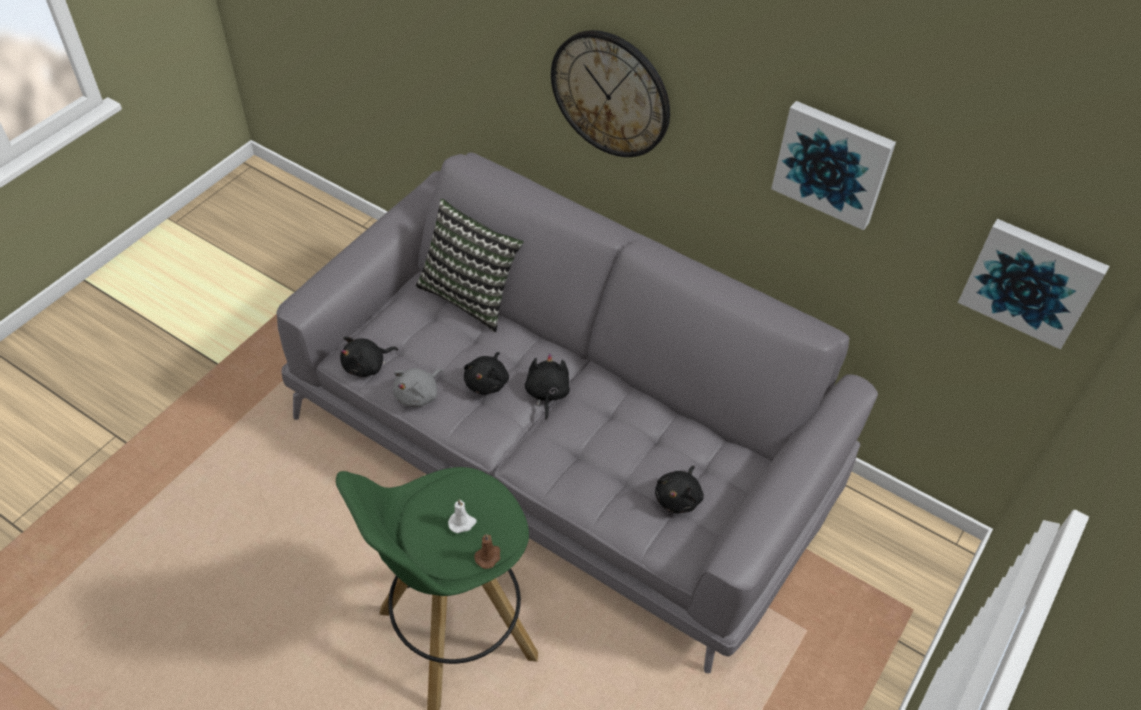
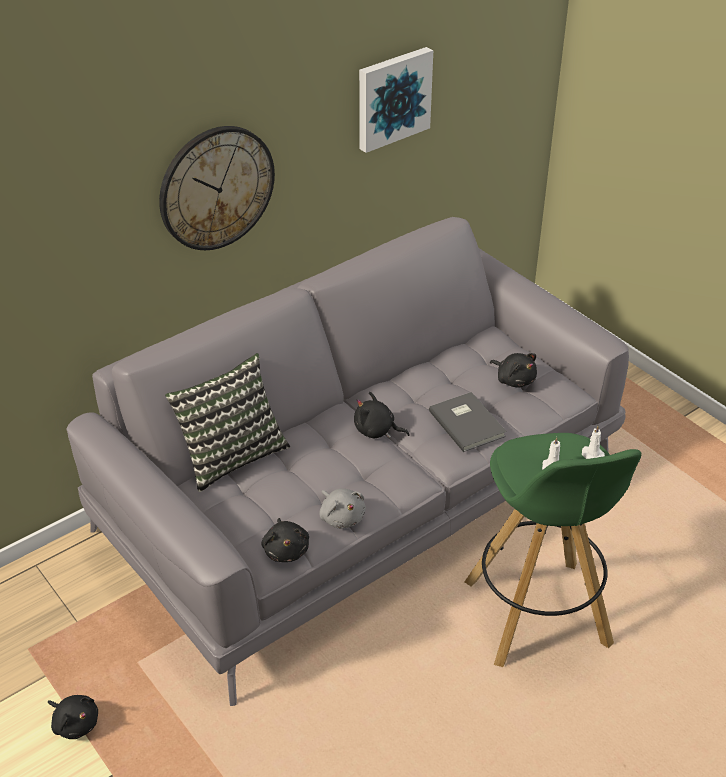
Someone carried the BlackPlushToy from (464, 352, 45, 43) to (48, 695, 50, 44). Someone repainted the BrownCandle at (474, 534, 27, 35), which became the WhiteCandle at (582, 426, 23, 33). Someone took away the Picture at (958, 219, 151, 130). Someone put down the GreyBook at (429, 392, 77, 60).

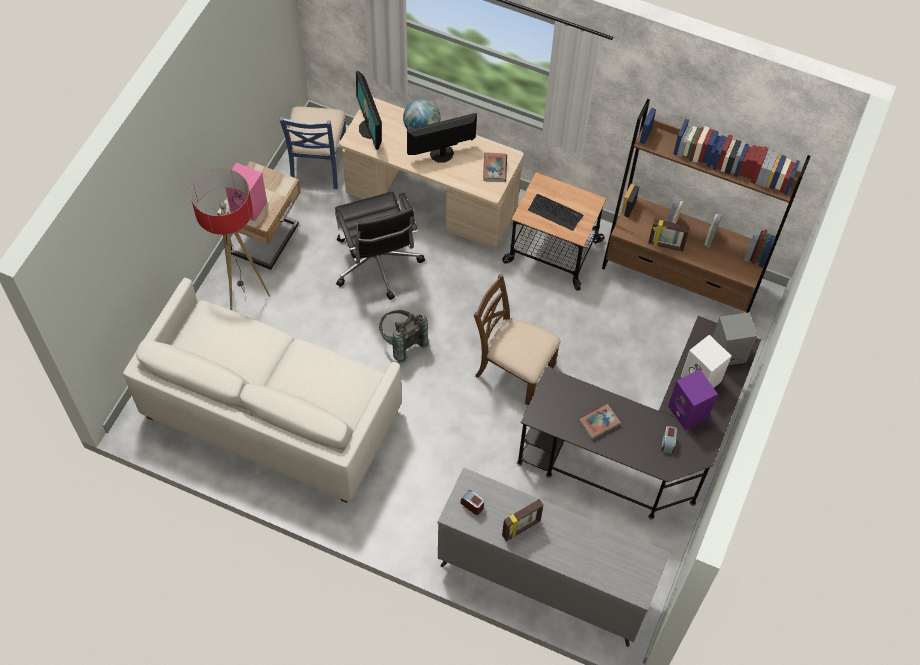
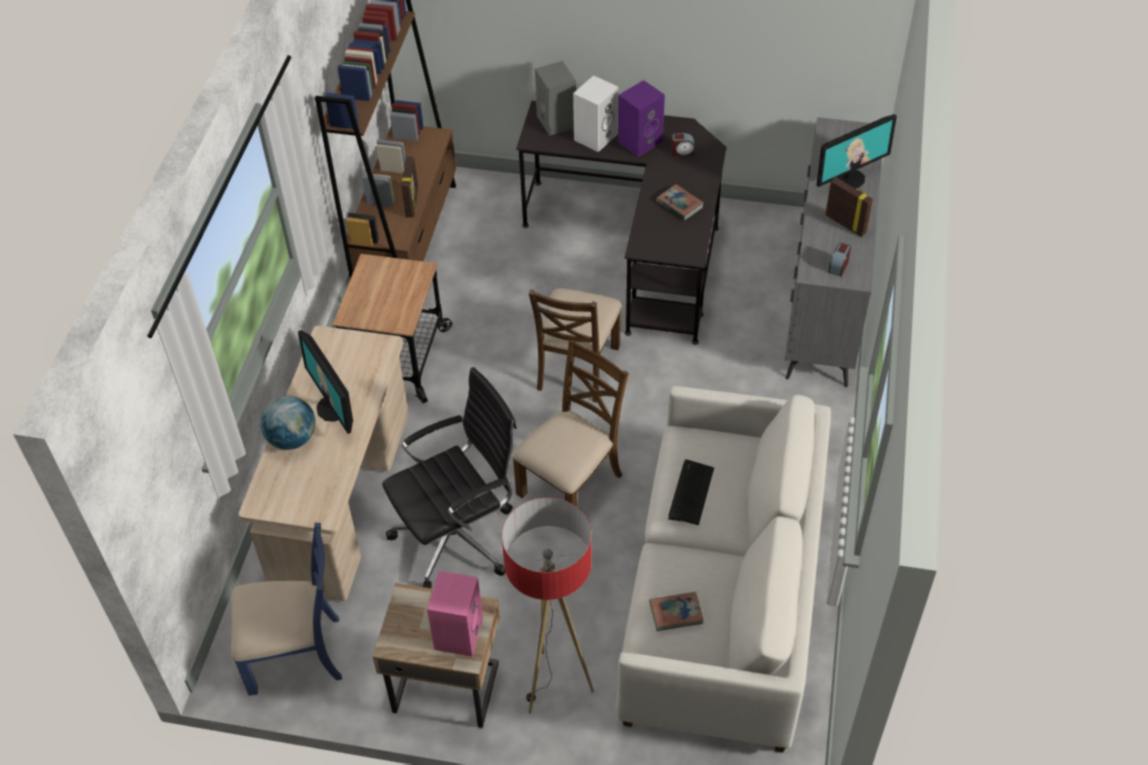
Someone carried the Monitor from (356, 71, 26, 79) to (817, 114, 80, 74). Someone swapped the GreyBackpack at (379, 310, 51, 53) for the BrownChair at (512, 340, 117, 166). Someone carried the Book from (483, 152, 24, 30) to (649, 592, 55, 39). Someone carried the Keyboard from (528, 194, 56, 37) to (668, 459, 46, 66).

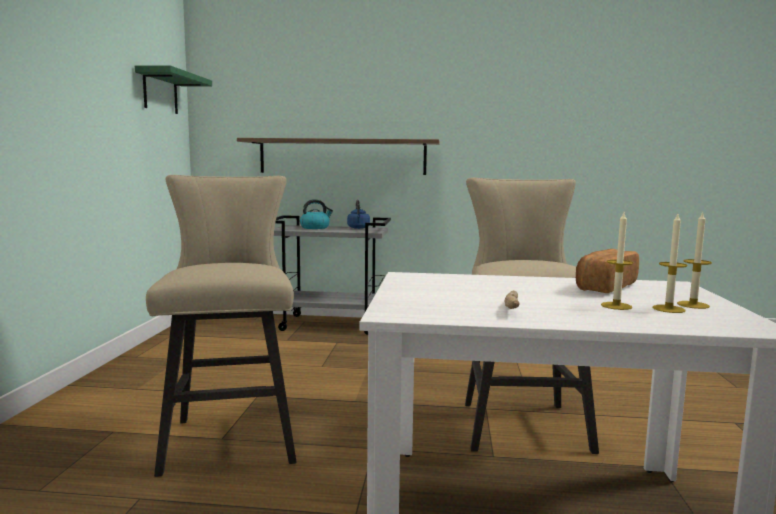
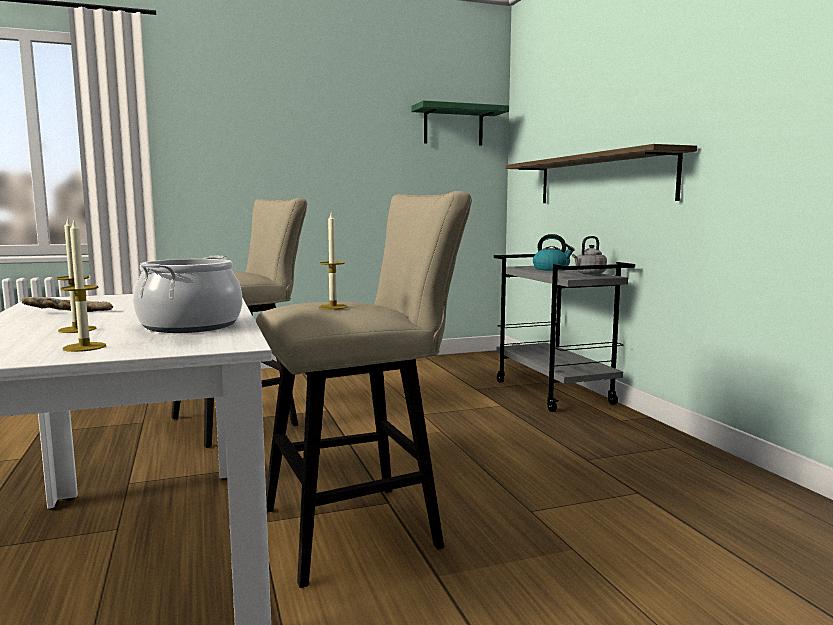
Someone repainted the BlueKettle at (347, 200, 23, 29), which became the GreyKettle at (572, 236, 35, 39). Someone swapped the Bread at (576, 249, 63, 44) for the CookingPot at (133, 256, 109, 77). Someone carried the Candle from (652, 214, 35, 99) to (319, 213, 29, 97).

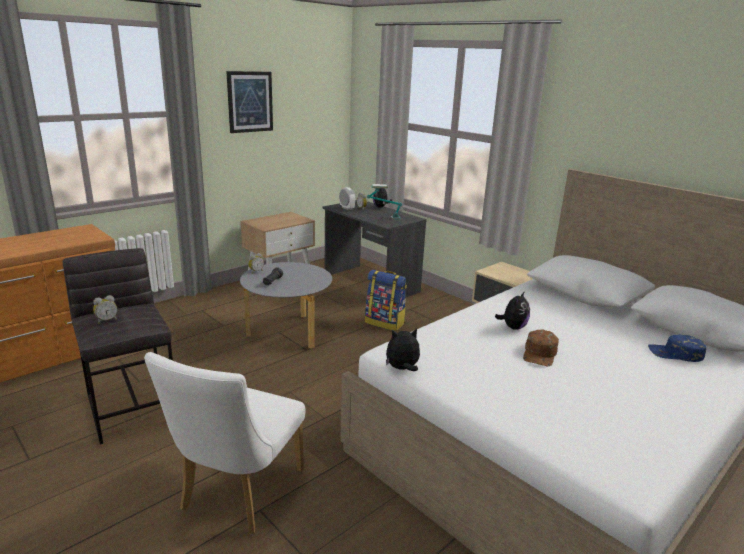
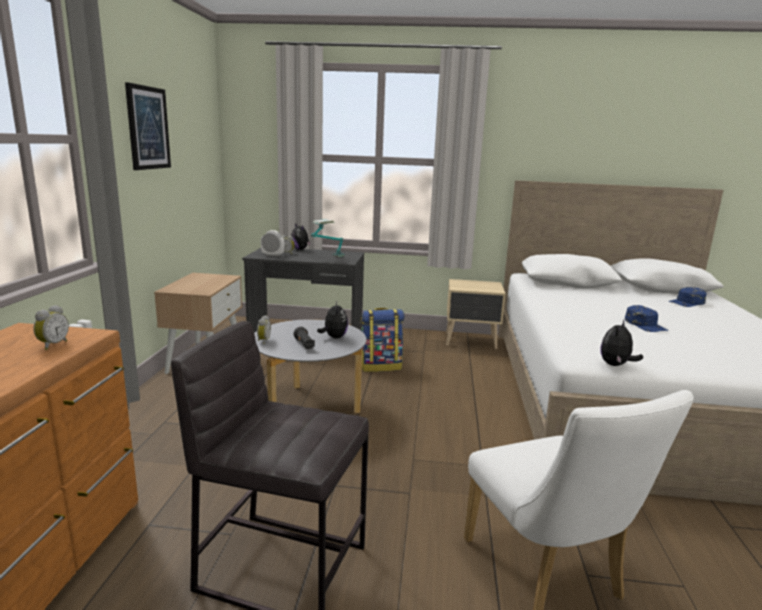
Someone carried the AlarmClock from (93, 295, 24, 29) to (33, 305, 36, 45). Someone carried the PlushToy from (495, 291, 35, 39) to (317, 301, 31, 37). Someone repainted the BrownCap at (523, 330, 36, 36), which became the BlueCap at (625, 305, 44, 27).

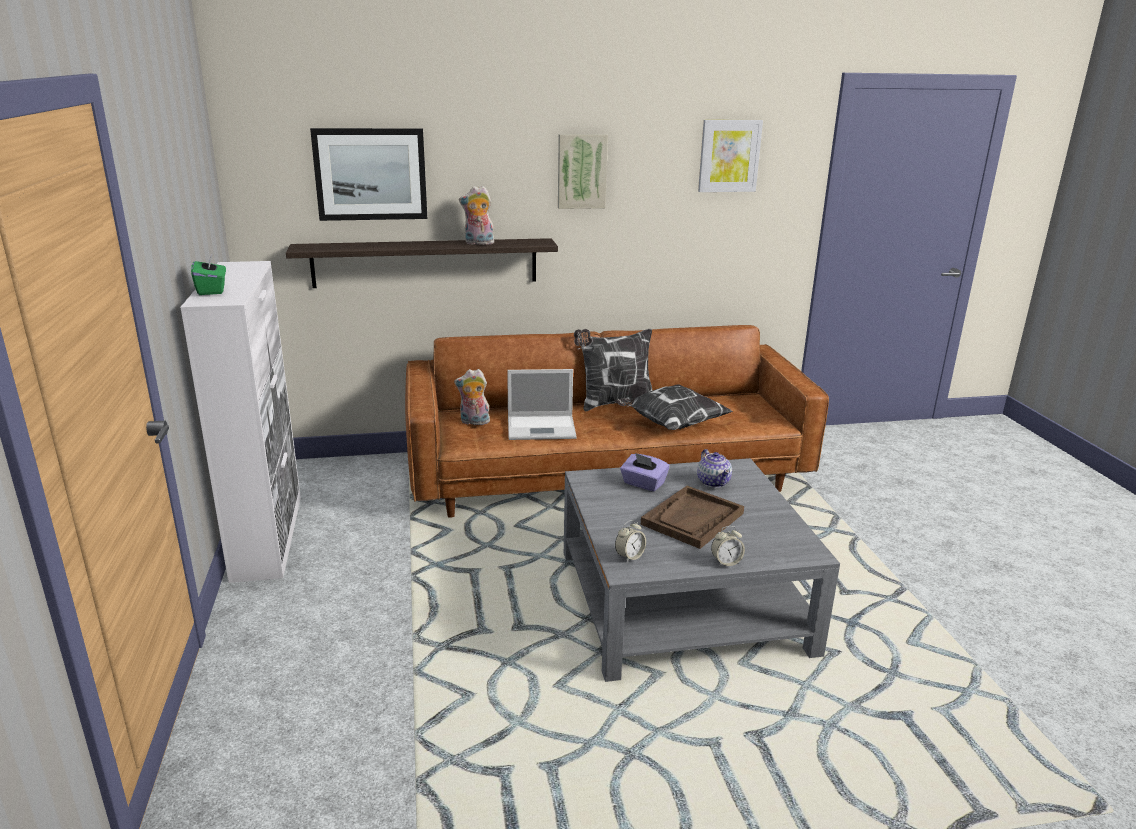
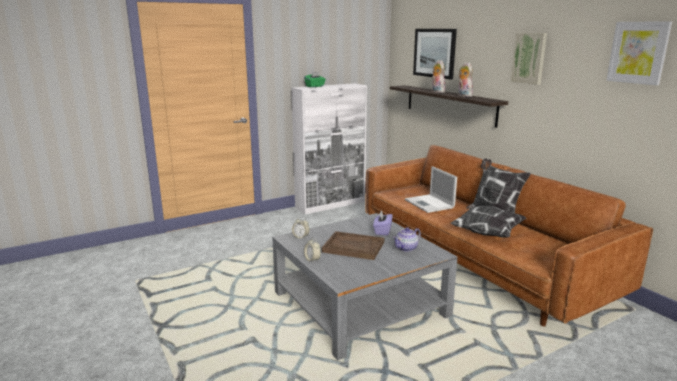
Someone carried the PlushToy from (454, 369, 36, 56) to (432, 60, 13, 33).

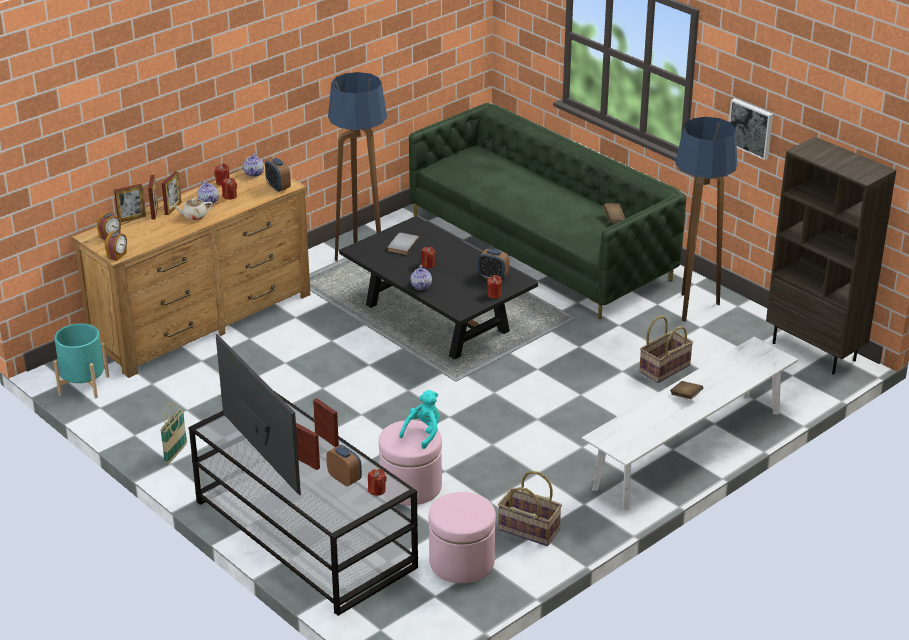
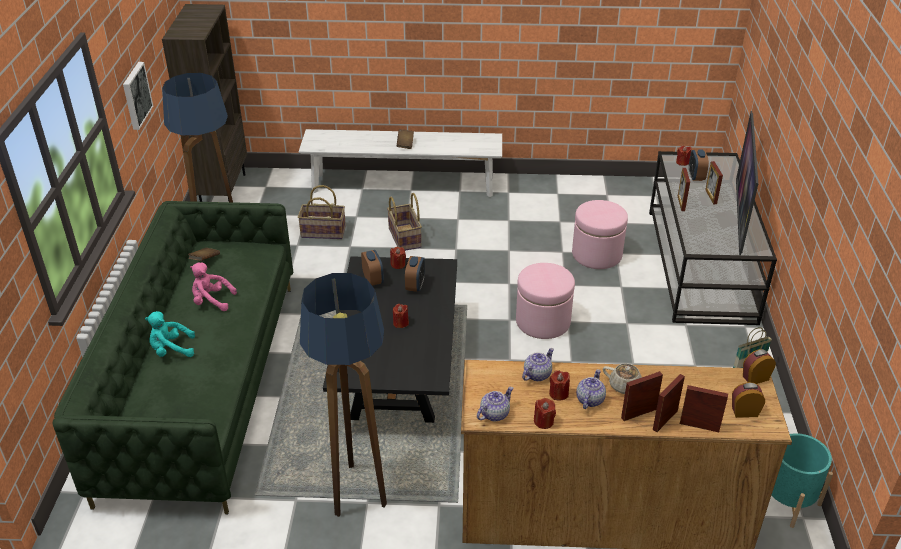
Someone carried the AlarmClock from (265, 158, 26, 34) to (405, 256, 20, 36). Someone took away the GreyBook at (388, 233, 31, 22). Someone carried the TurquoisePlushToy from (399, 390, 41, 59) to (145, 311, 50, 46). Someone carried the Teapot from (411, 265, 21, 25) to (522, 348, 32, 33). Someone carried the PinkOttoman from (428, 492, 68, 91) to (516, 263, 59, 76). Someone carried the Basket from (498, 471, 64, 75) to (387, 193, 35, 58). Someone put down the PinkPlushToy at (190, 262, 47, 49).

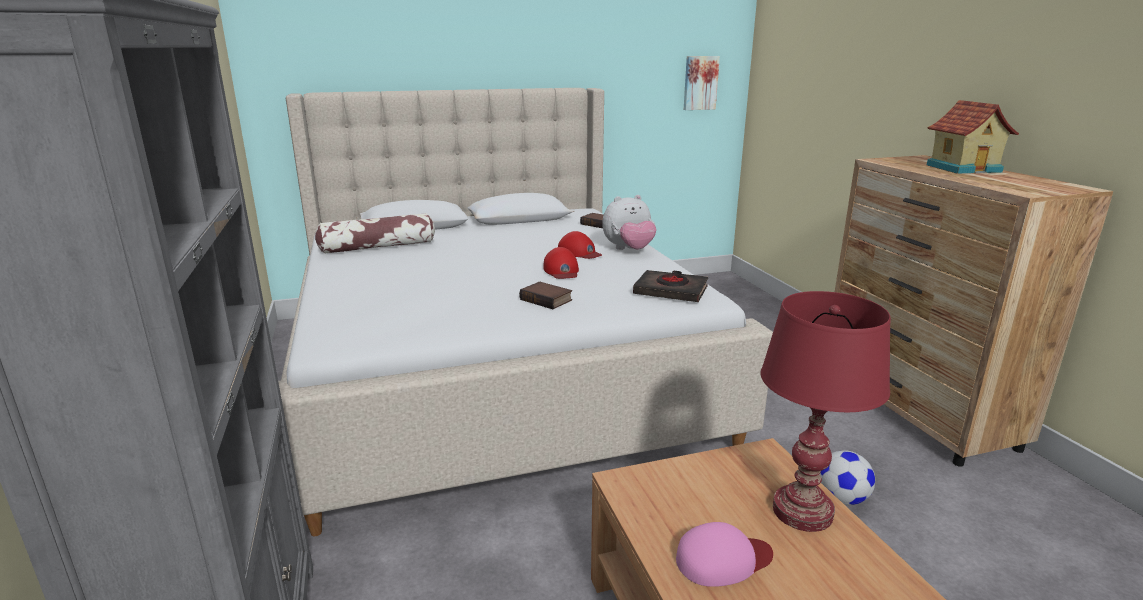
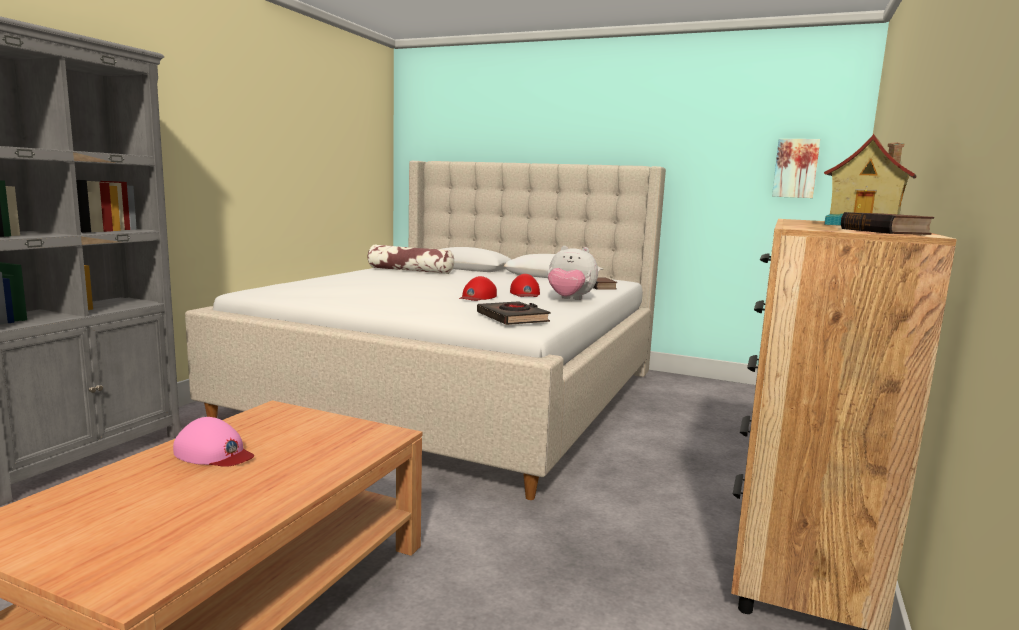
Someone carried the Book from (519, 281, 53, 28) to (841, 212, 93, 23). Someone took away the RedTableLamp at (760, 291, 131, 241). Someone took away the Football at (820, 450, 55, 55).

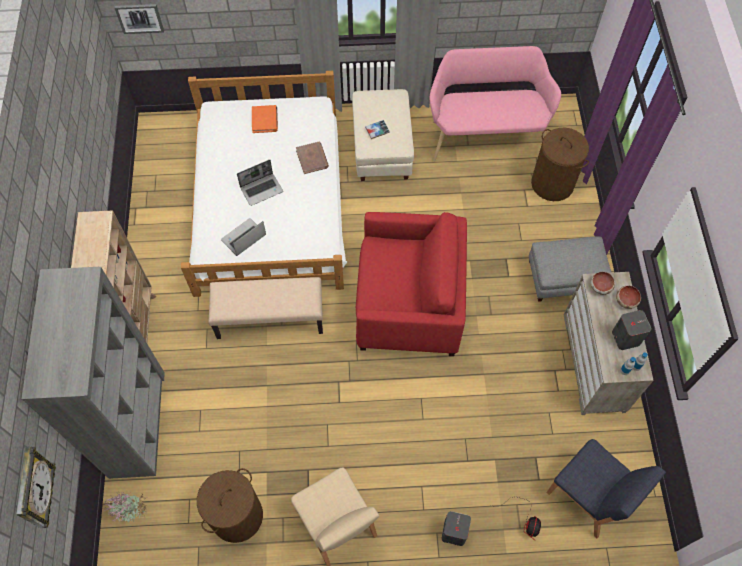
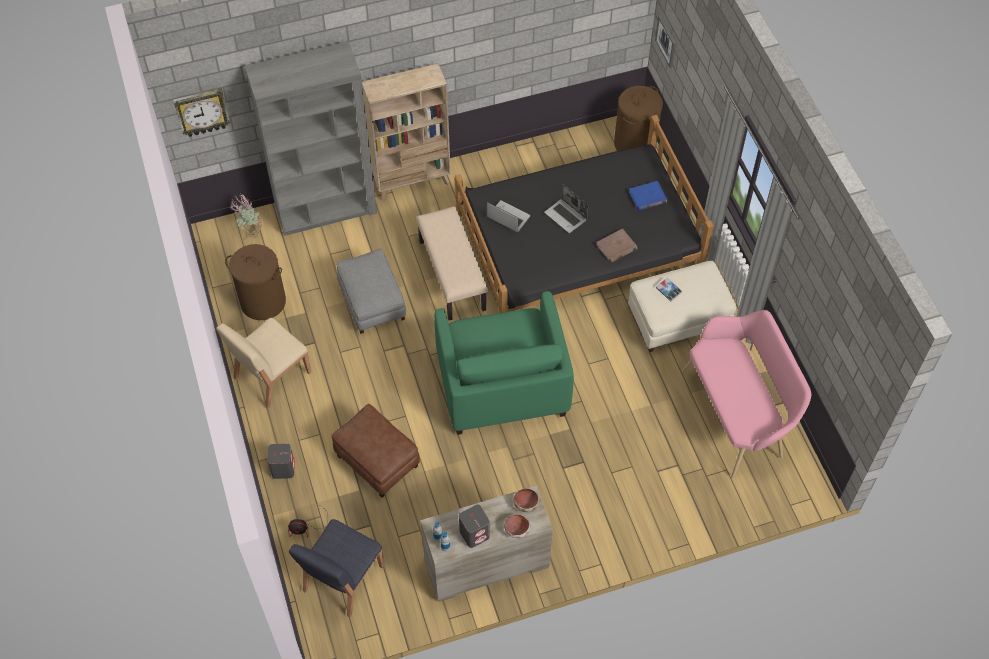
Someone repainted the WhiteBed at (181, 71, 167, 226), which became the BlackBed at (455, 115, 259, 198). Someone repainted the OrangeBook at (252, 105, 26, 28), which became the BlueBook at (629, 181, 38, 29). Someone repainted the RedArmchair at (356, 212, 111, 144), which became the GreenArmchair at (434, 291, 140, 144). Someone carried the GreyOttoman from (529, 237, 83, 65) to (336, 249, 70, 85). Someone carried the BrownLaundryBasket from (531, 127, 58, 74) to (614, 86, 49, 65). Someone put down the BrownOttoman at (331, 404, 89, 94).

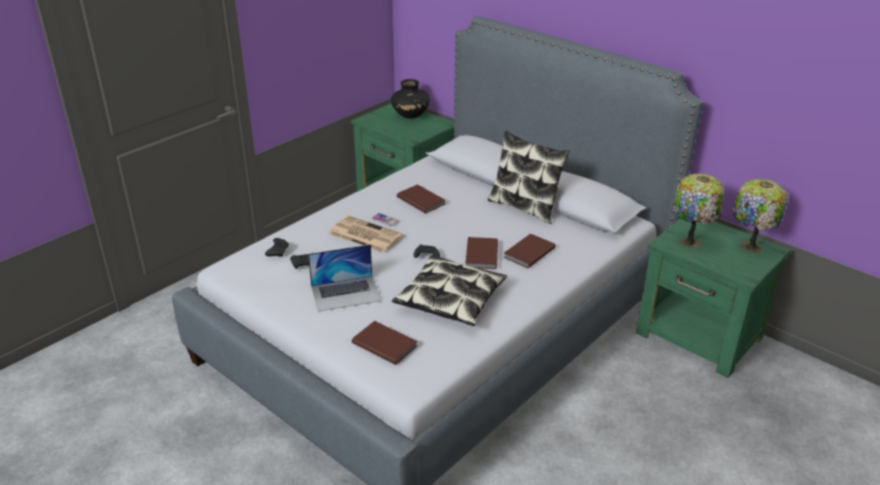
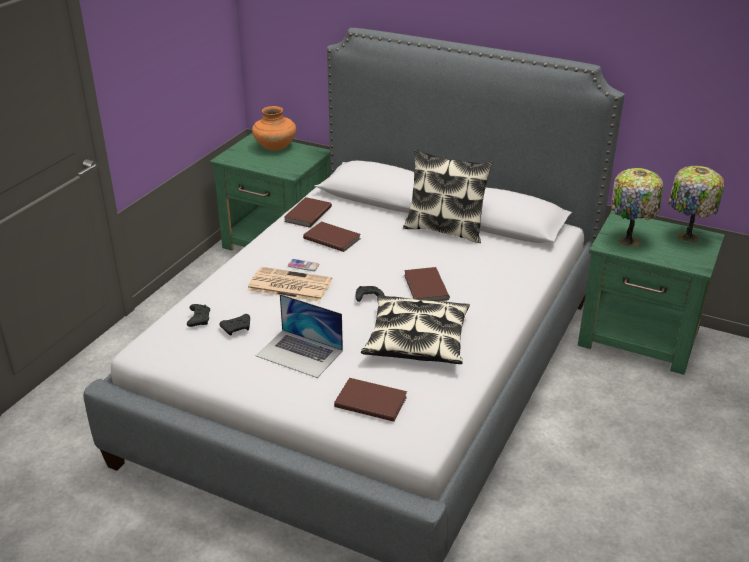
Someone rotated the Laptop at (308, 244, 73, 68) by 60 degrees clockwise. Someone repainted the BlackVase at (391, 79, 39, 39), which became the OrangeVase at (252, 106, 44, 45). Someone carried the BrownBook from (503, 233, 53, 35) to (284, 197, 48, 31).

